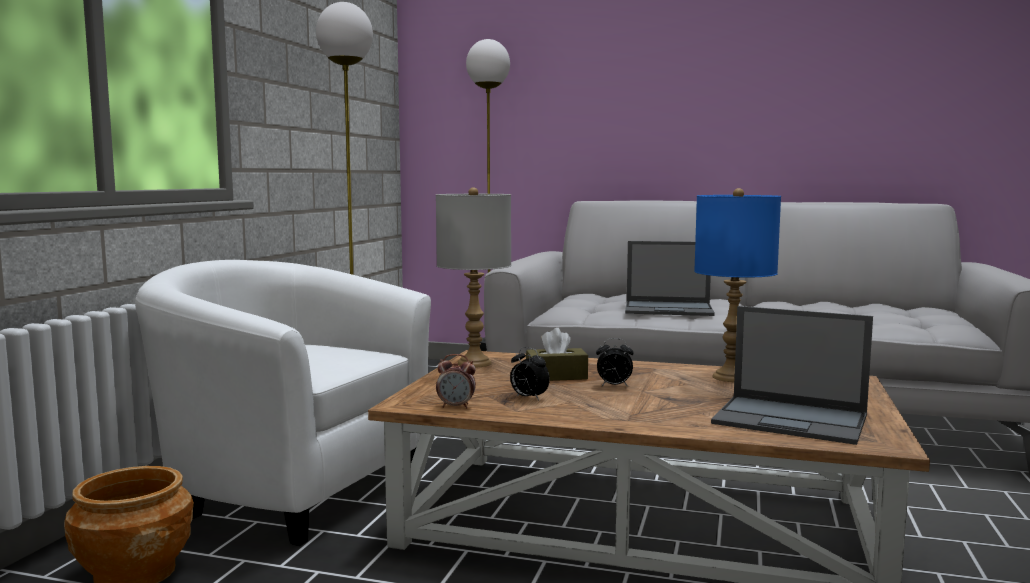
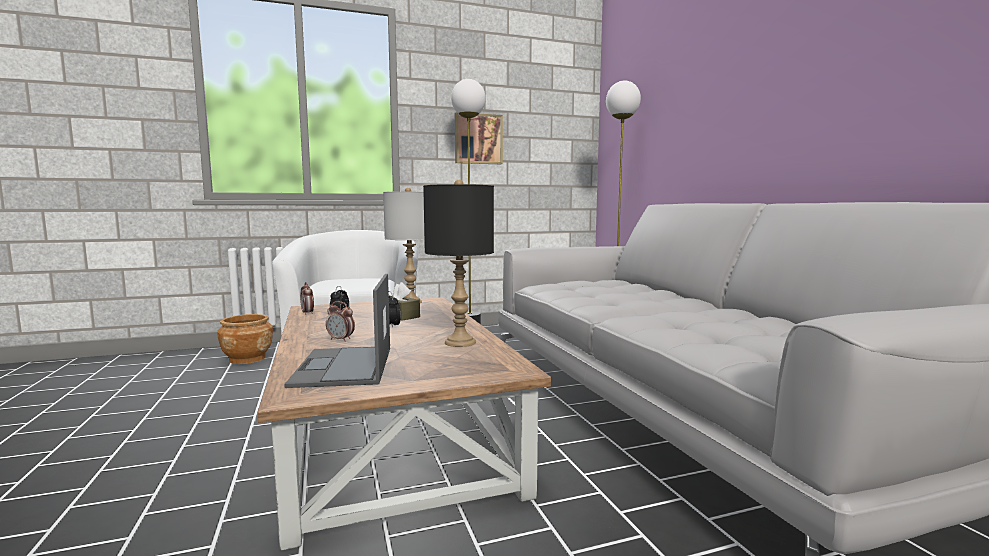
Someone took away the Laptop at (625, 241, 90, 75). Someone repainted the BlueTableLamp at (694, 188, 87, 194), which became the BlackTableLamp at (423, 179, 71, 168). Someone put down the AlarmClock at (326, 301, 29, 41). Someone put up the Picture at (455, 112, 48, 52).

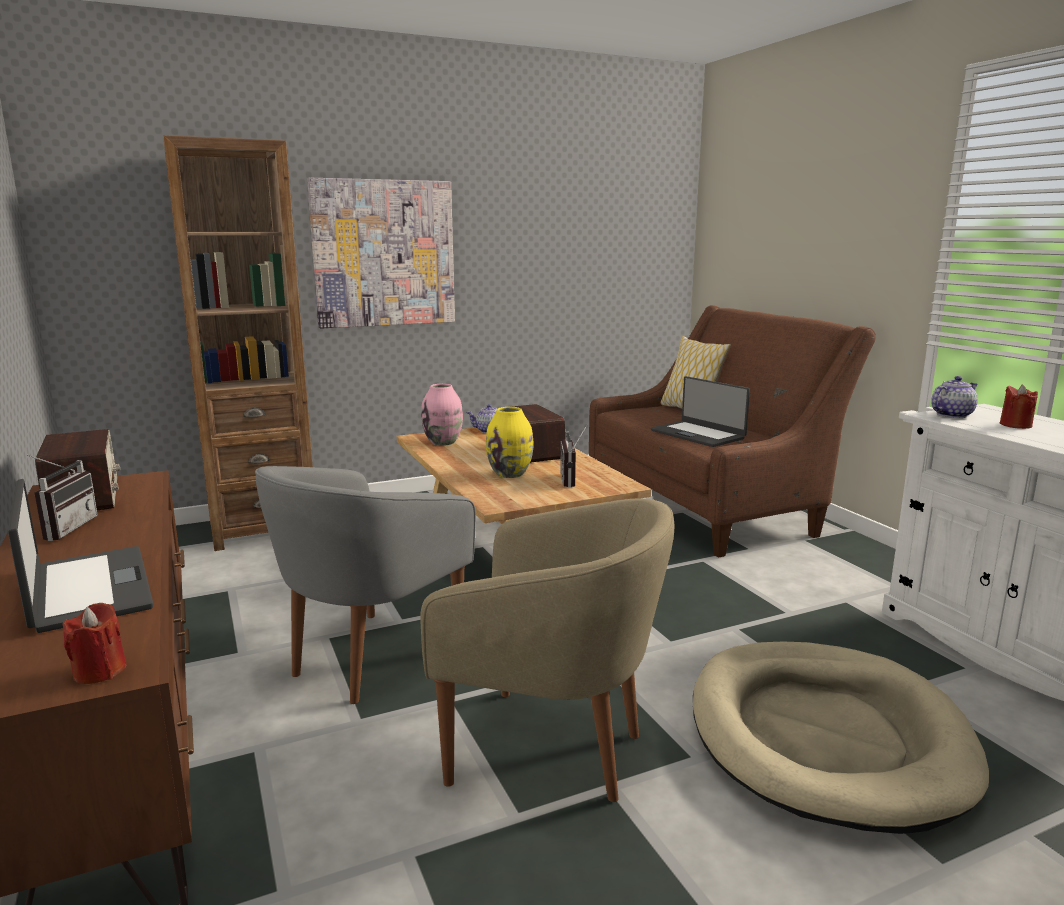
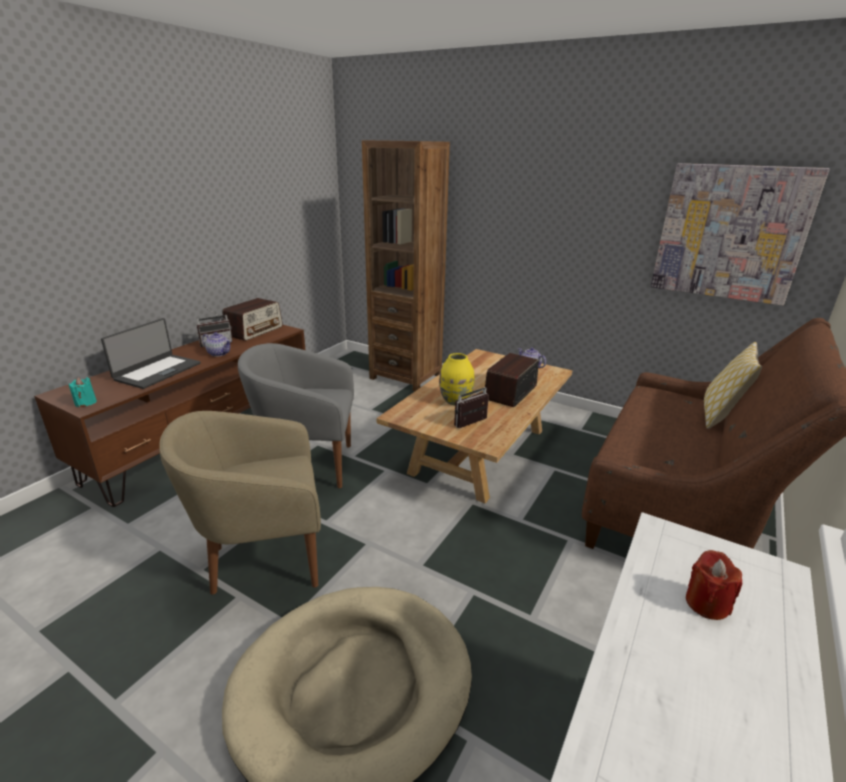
Someone repainted the RedCandle at (62, 603, 64, 81), which became the TurquoiseCandle at (69, 377, 28, 30). Someone carried the Picture from (307, 178, 148, 151) to (651, 163, 179, 142). Someone rotated the BeigeArmchair at (420, 498, 254, 304) by 90 degrees clockwise. Someone took away the PinkVase at (421, 384, 42, 62). Someone took away the Laptop at (651, 376, 99, 71). Someone carried the Teapot from (931, 376, 47, 42) to (202, 332, 29, 25).

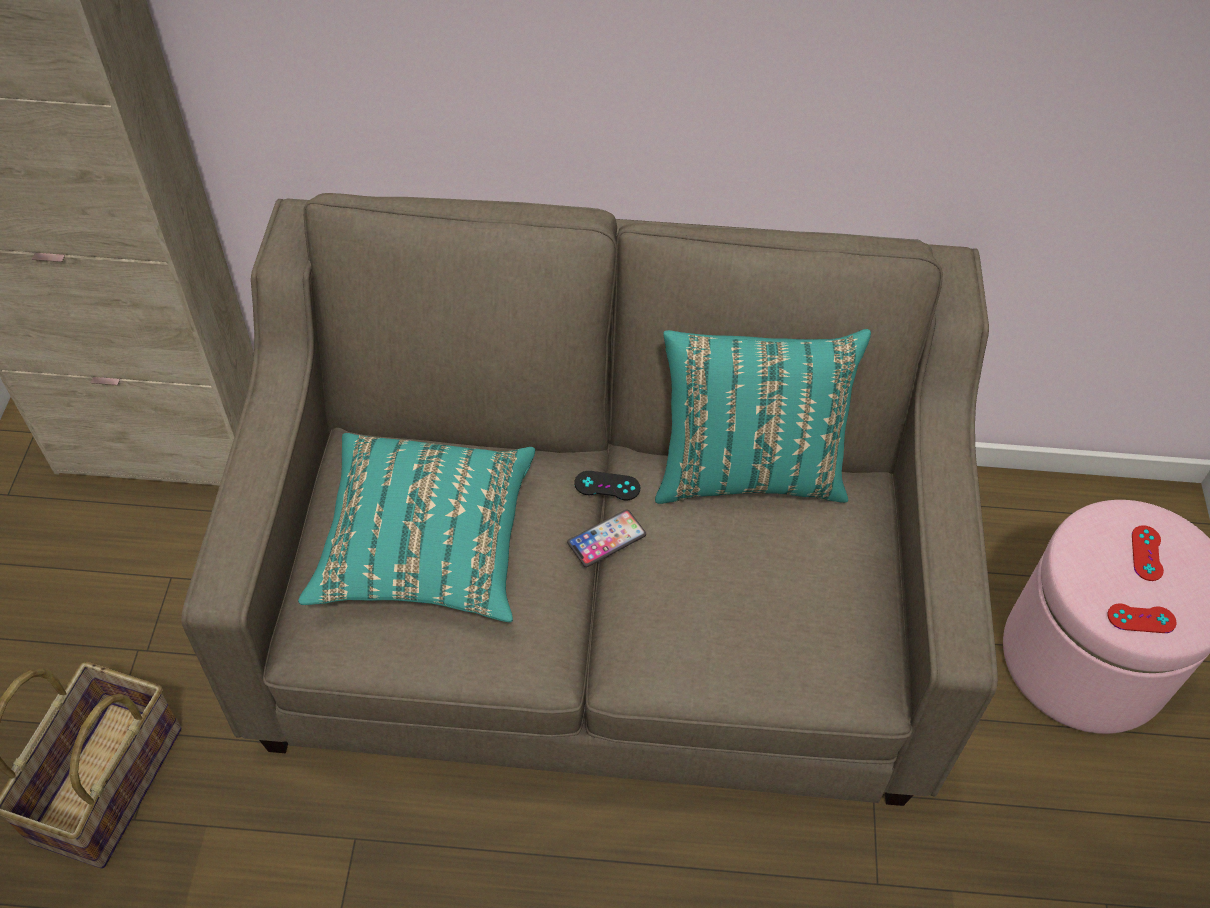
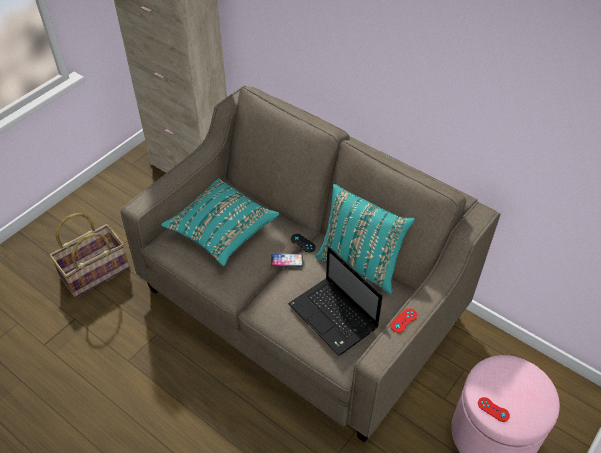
Someone carried the RedGameController from (1132, 525, 32, 56) to (391, 308, 26, 25). Someone put down the Laptop at (288, 246, 95, 110).

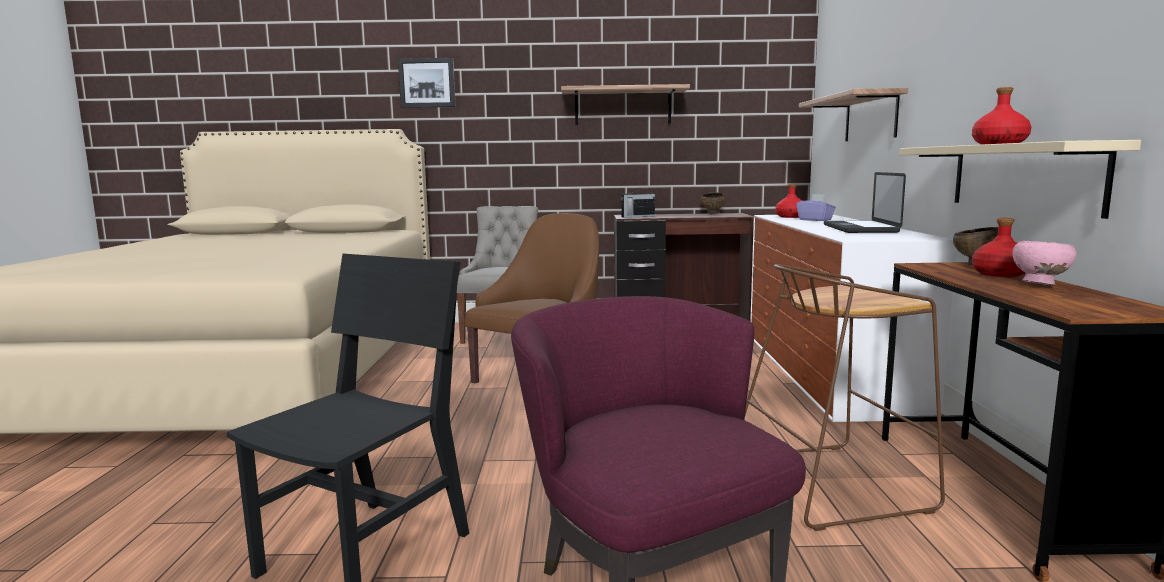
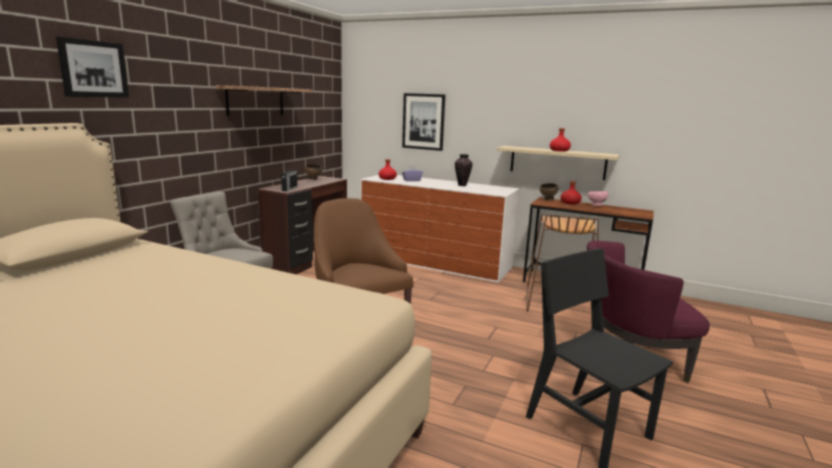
Someone swapped the Shelf at (799, 88, 109, 53) for the Picture at (402, 93, 43, 58). Someone swapped the Laptop at (824, 172, 82, 61) for the Vase at (455, 154, 17, 32).

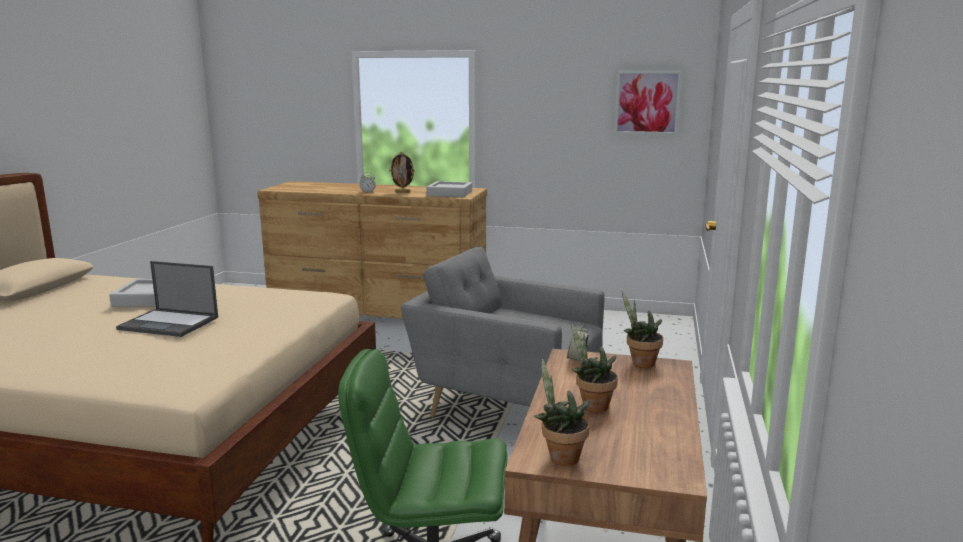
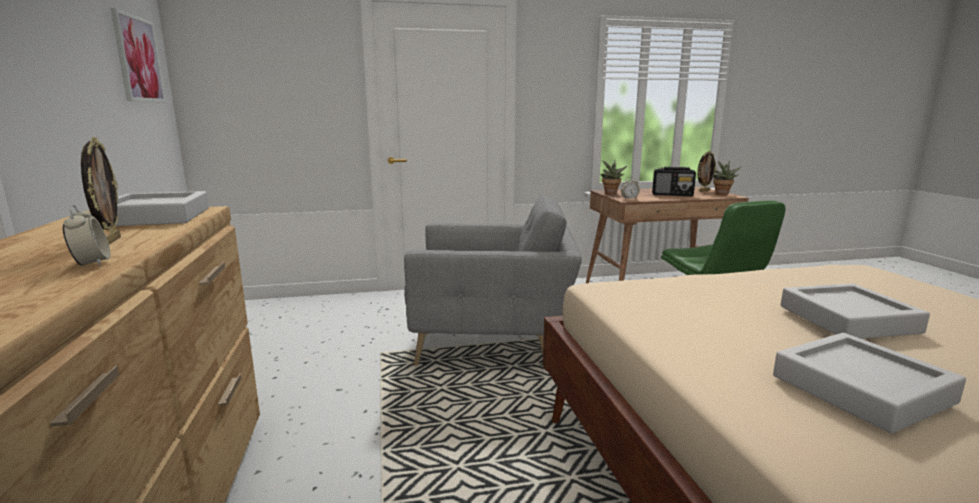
Someone swapped the Laptop at (116, 261, 102, 76) for the GreyTray at (781, 283, 149, 56). Someone rotated the GreyArmchair at (401, 247, 204, 170) by 90 degrees counterclockwise. Someone swapped the PottedPlant at (571, 322, 47, 90) for the Radio at (652, 167, 44, 29). Someone put down the PictureFrame at (697, 151, 20, 41).

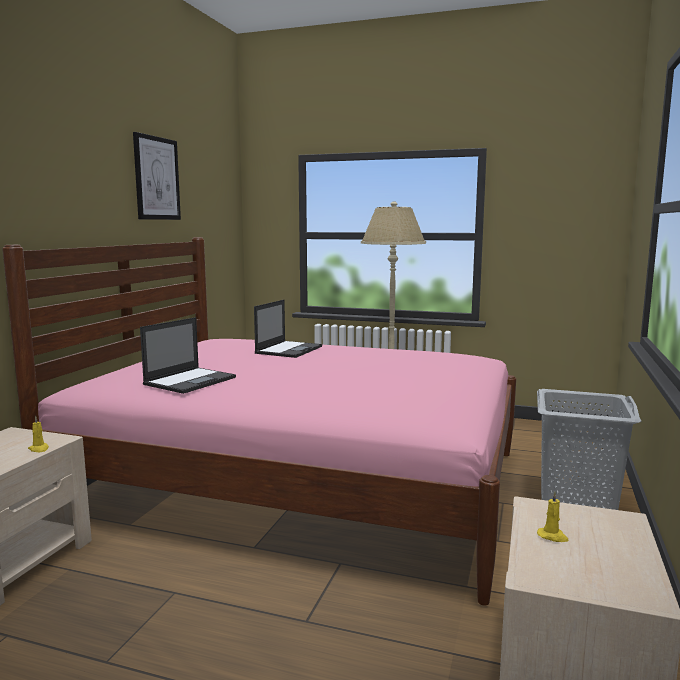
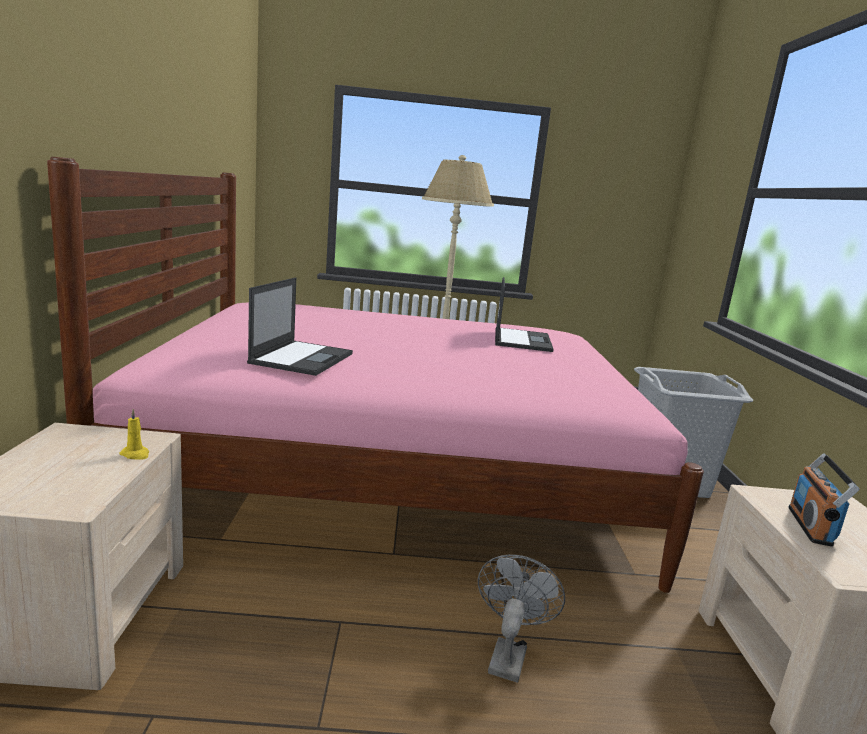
Someone took away the Picture at (133, 132, 48, 88). Someone carried the Laptop from (254, 300, 68, 58) to (495, 277, 59, 75). Someone swapped the YellowCandle at (537, 492, 32, 50) for the Radio at (788, 453, 72, 94). Someone put down the GreyFan at (478, 555, 87, 127).

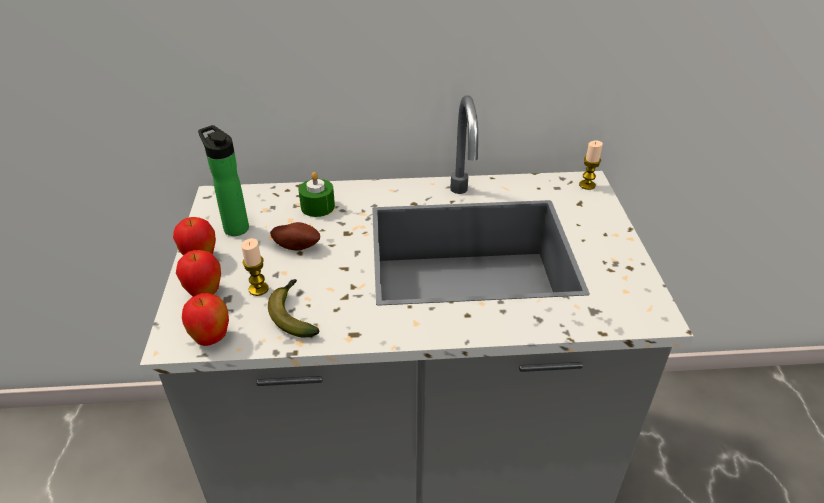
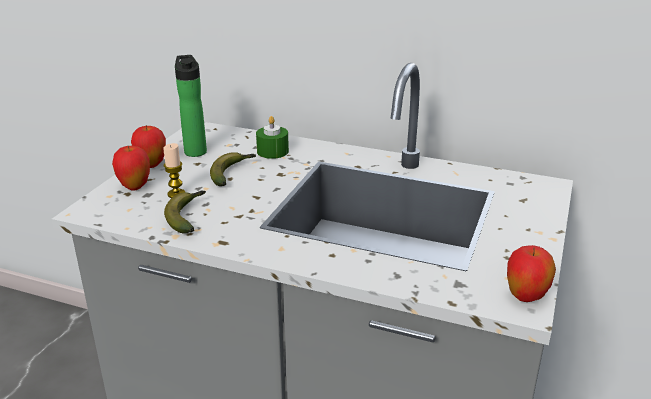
Someone carried the Apple from (182, 293, 47, 53) to (507, 245, 49, 57). Someone swapped the Potato at (270, 222, 50, 28) for the Banana at (210, 152, 46, 34). Someone took away the Candle at (579, 141, 24, 49).

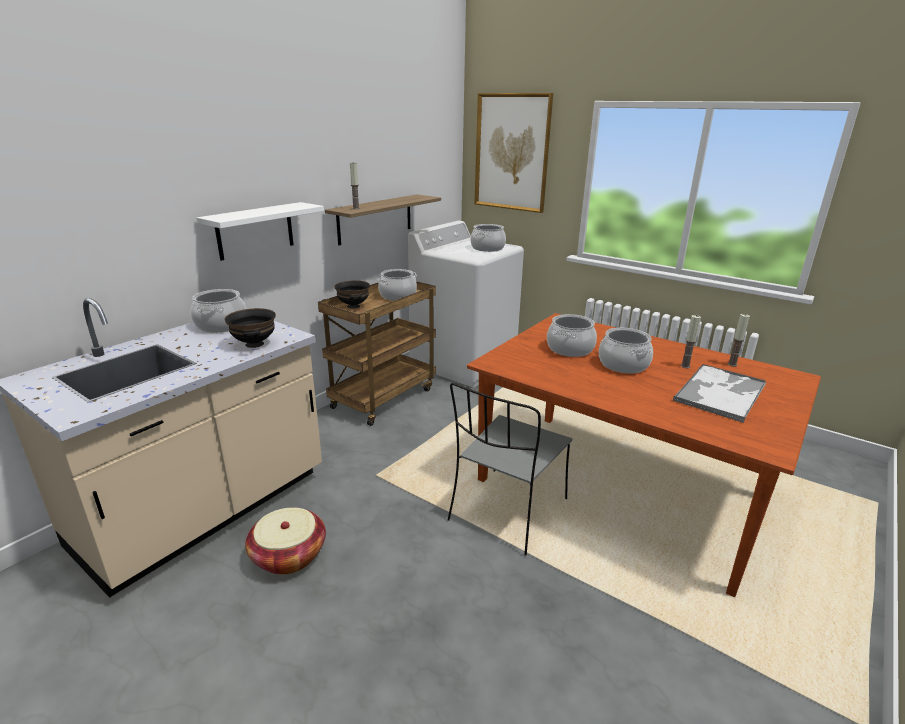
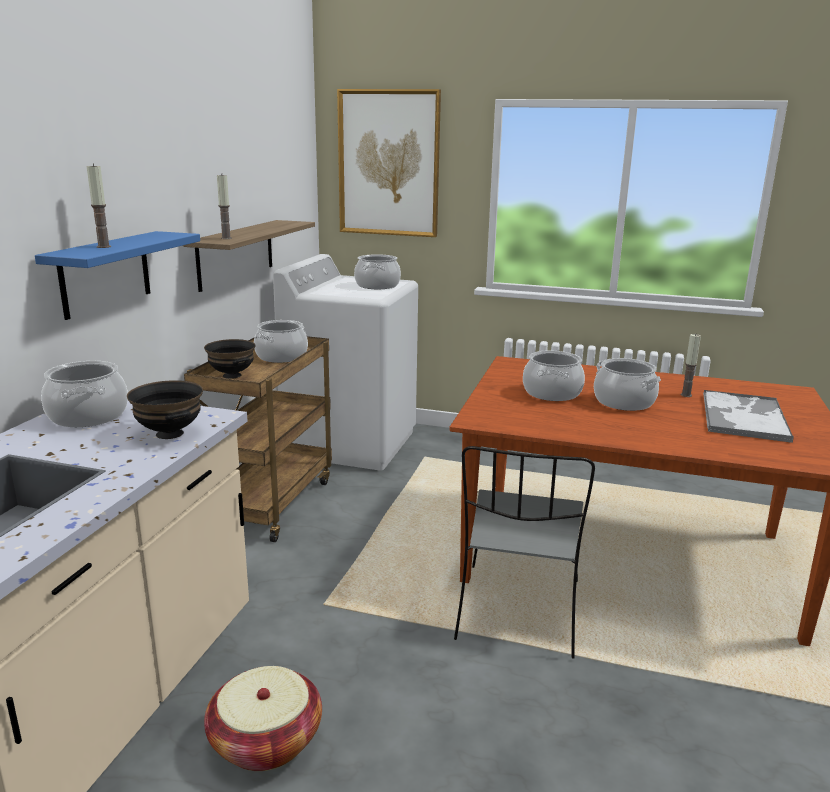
Someone repainted the WhiteShelf at (197, 202, 127, 59), which became the BlueShelf at (35, 231, 165, 89). Someone carried the Candle from (727, 314, 23, 53) to (87, 164, 24, 84).

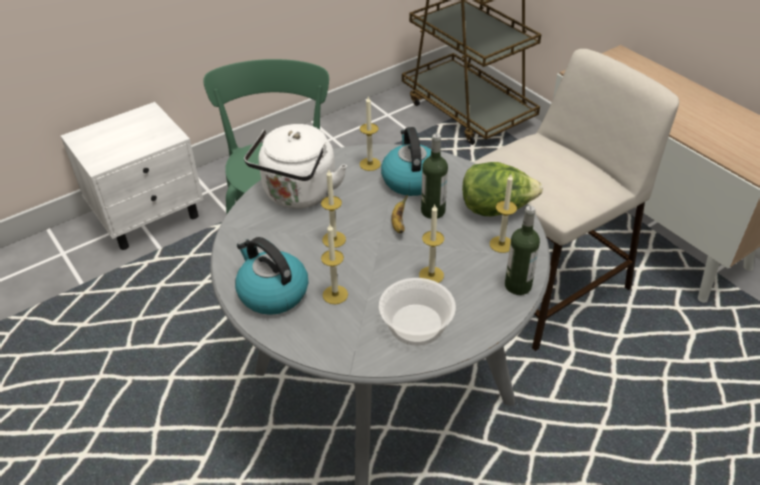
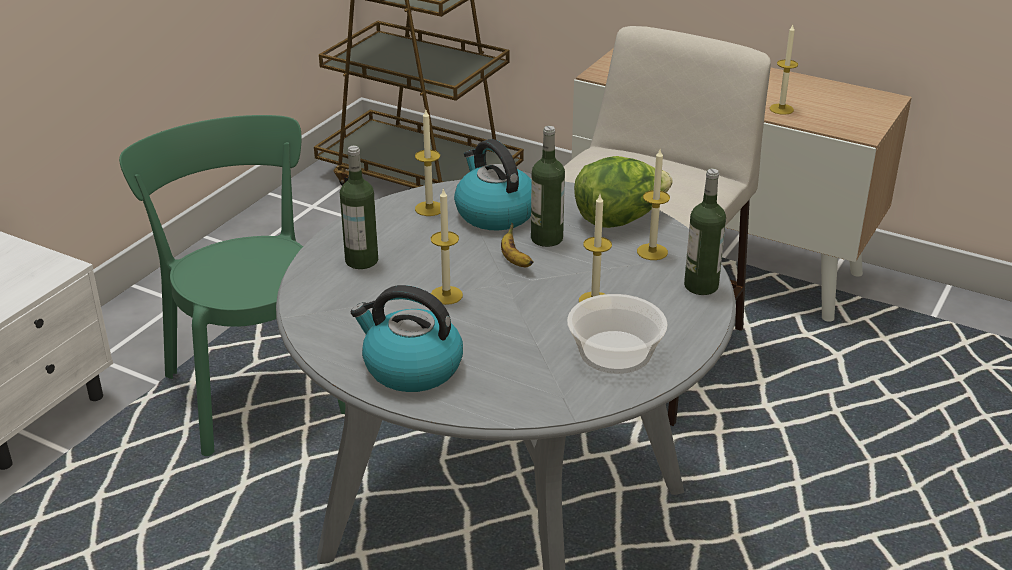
Someone swapped the WhiteKettle at (244, 124, 103, 85) for the Bottle at (340, 146, 38, 123). Someone carried the Candle from (321, 224, 27, 80) to (770, 25, 28, 90).

